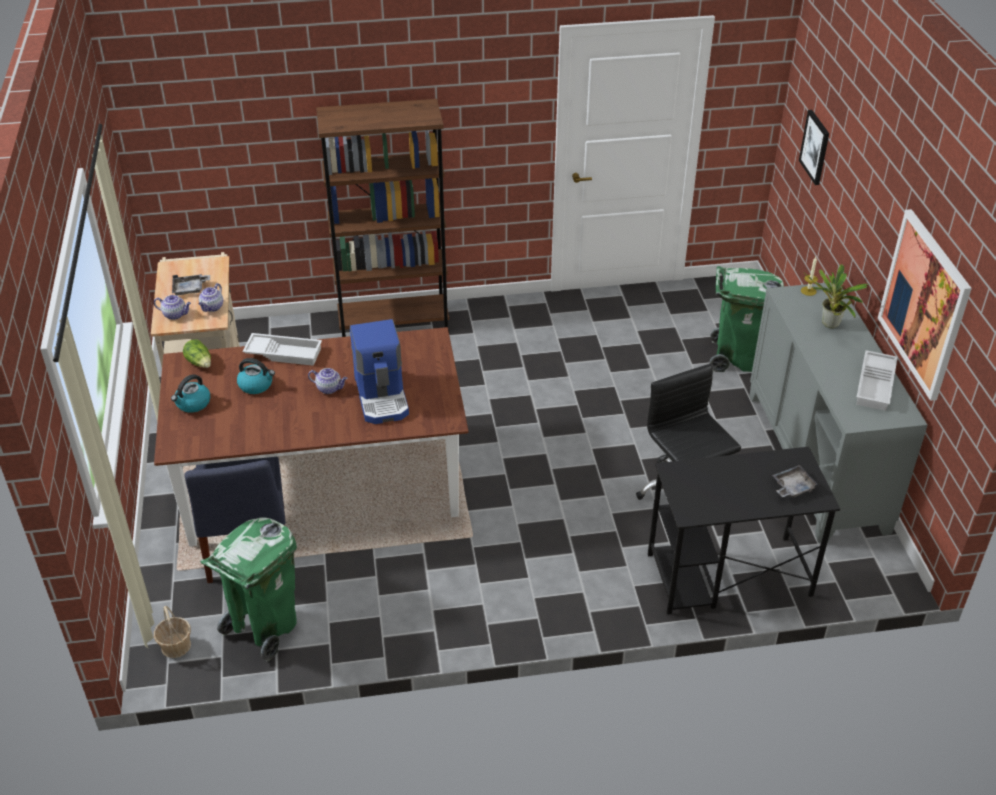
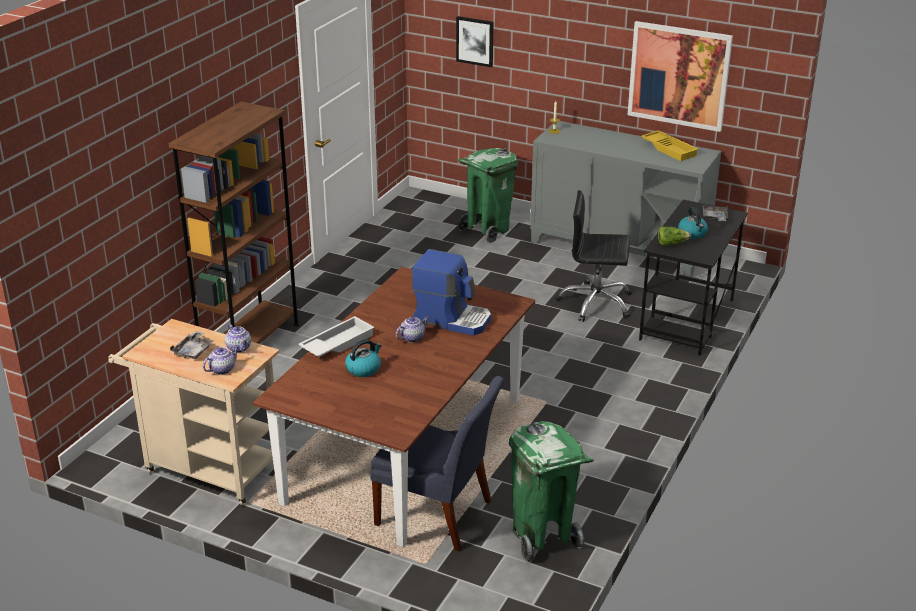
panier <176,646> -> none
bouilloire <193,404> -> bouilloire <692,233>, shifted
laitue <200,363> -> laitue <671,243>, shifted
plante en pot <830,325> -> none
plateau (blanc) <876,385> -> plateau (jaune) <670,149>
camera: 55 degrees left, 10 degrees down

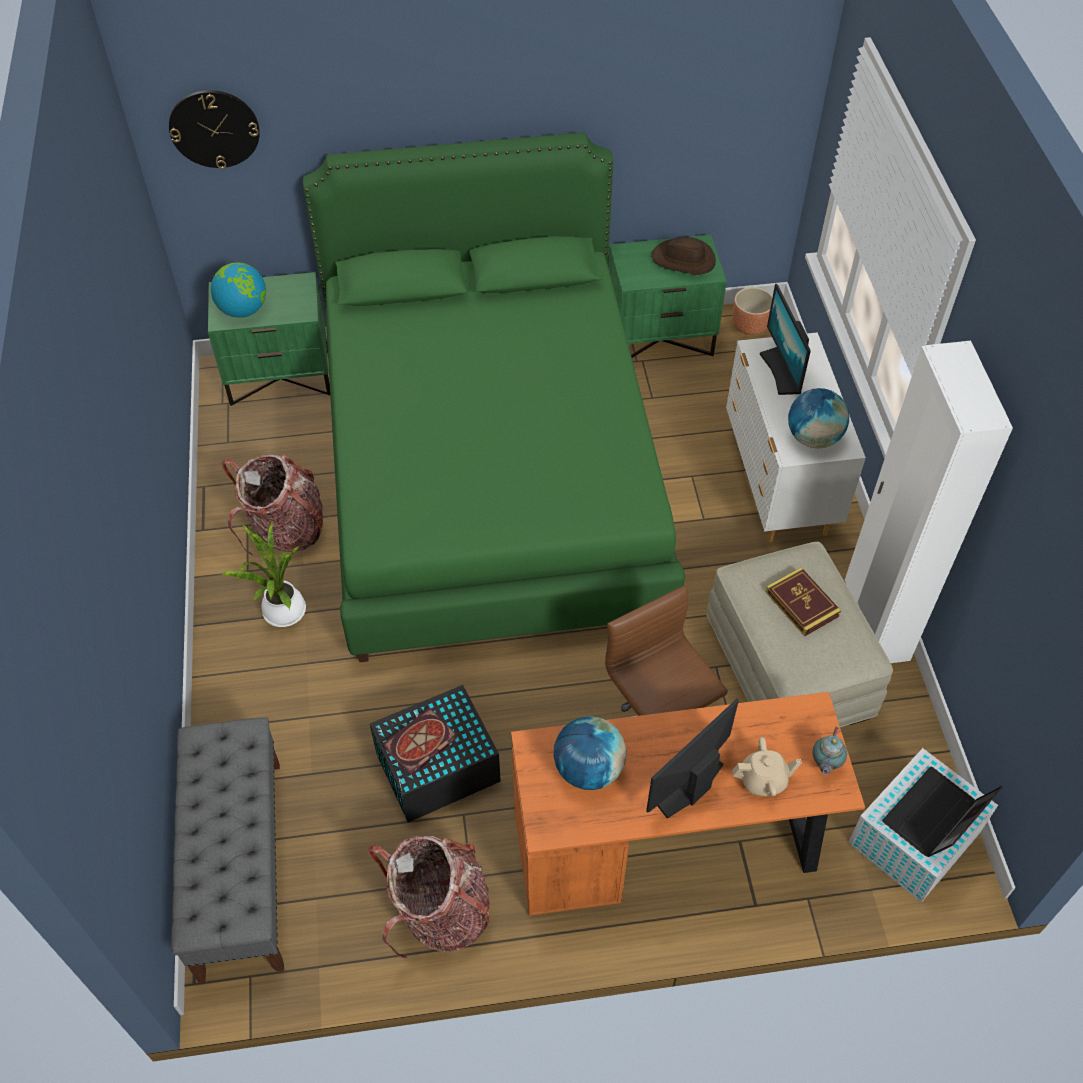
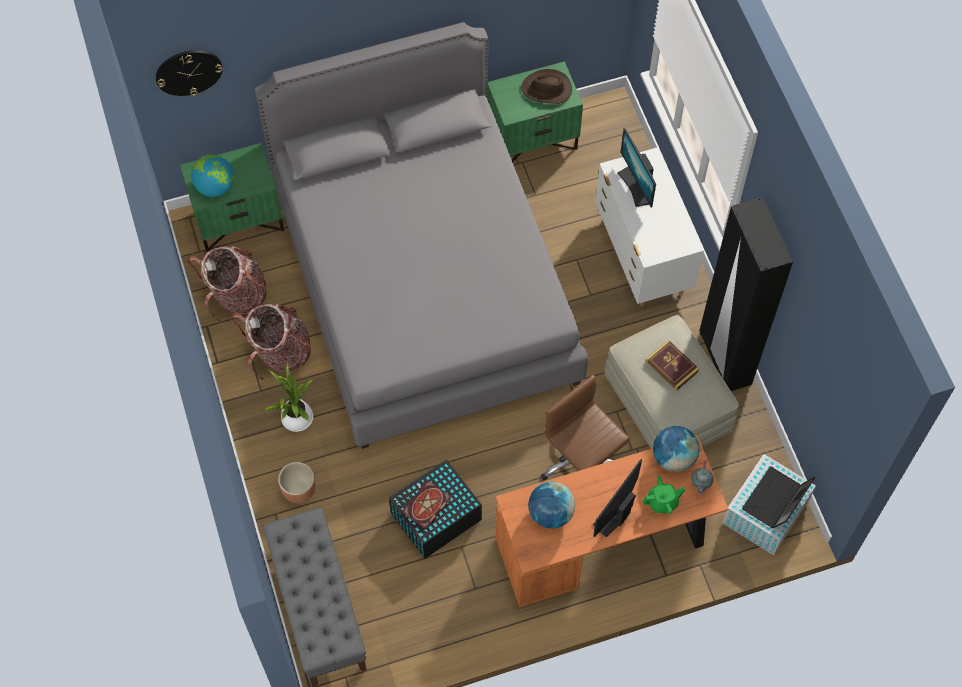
lit (vert) <490,476> -> lit (gris) <424,283>
sac à dos <440,912> -> sac à dos <236,295>, shifted
cache-pot (marron) <750,326> -> cache-pot (marron) <299,489>, shifted
théière (beige) <763,780> -> théière (vert) <662,502>
globe <813,438> -> globe <673,457>, shifted
armoire (blanc) <875,622> -> armoire (noir) <724,359>
camera: 10 degrees left, 10 degrees up

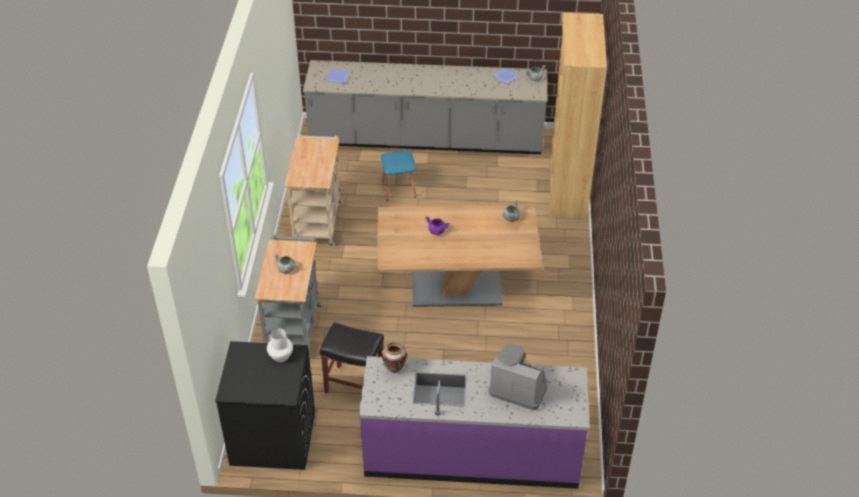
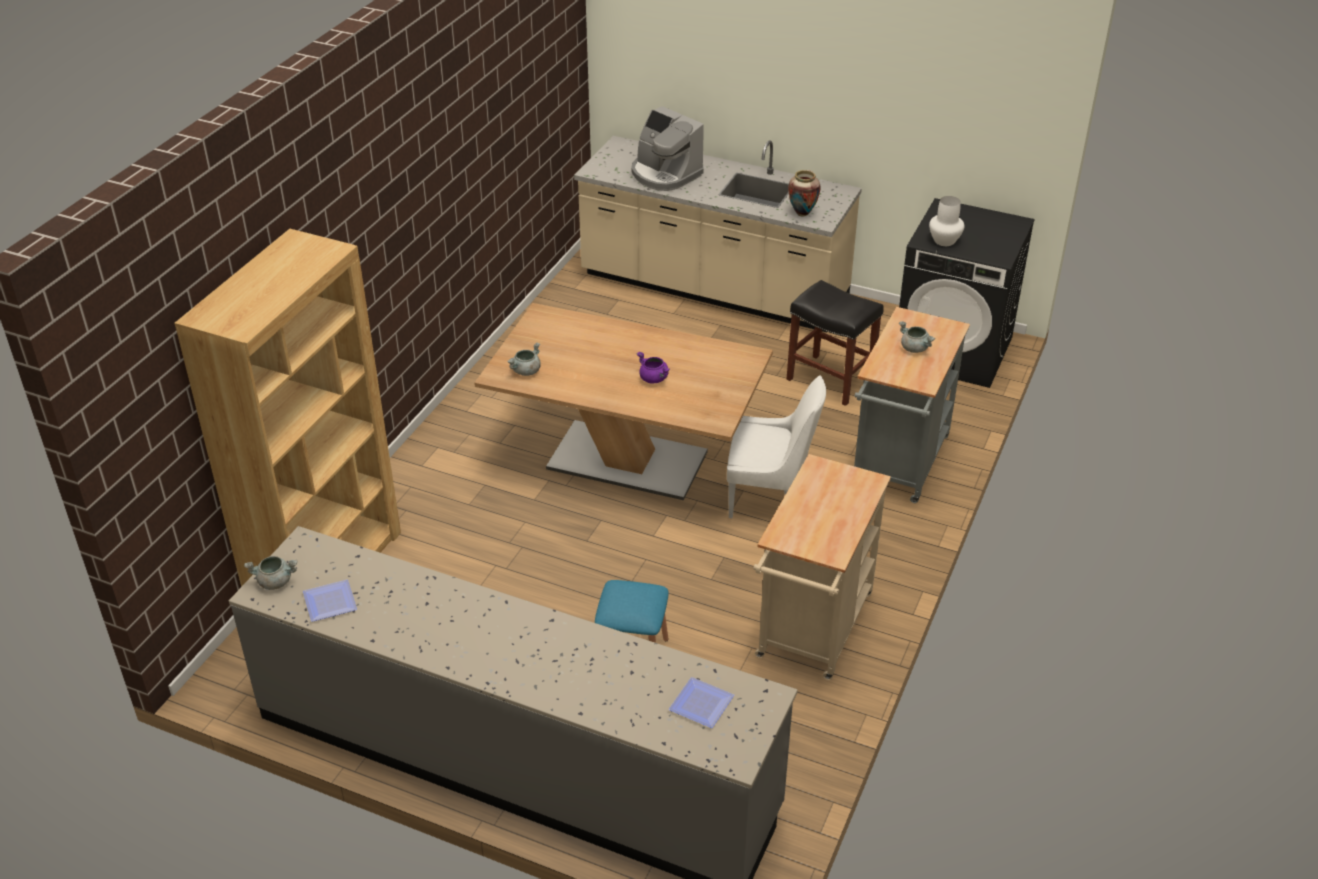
comptoir de cuisine (violet) <472,453> -> comptoir de cuisine (beige) <713,288>
none -> chaise (blanc) <770,498>
camera: 160 degrees left, 5 degrees down

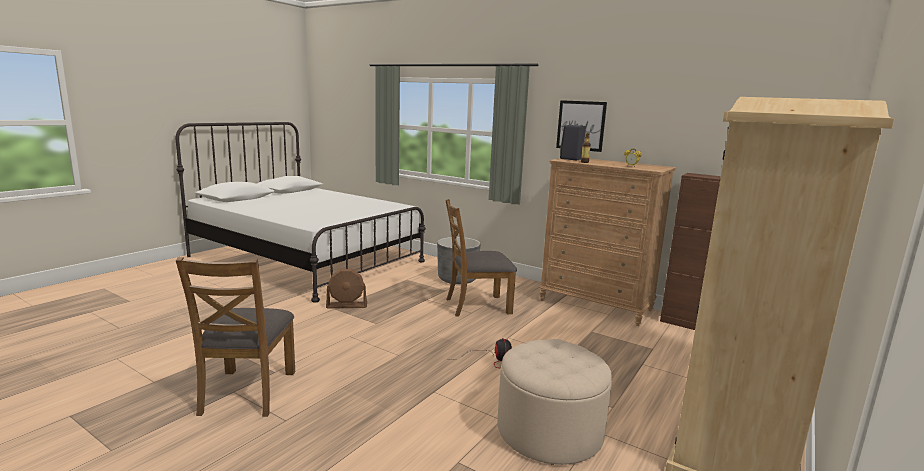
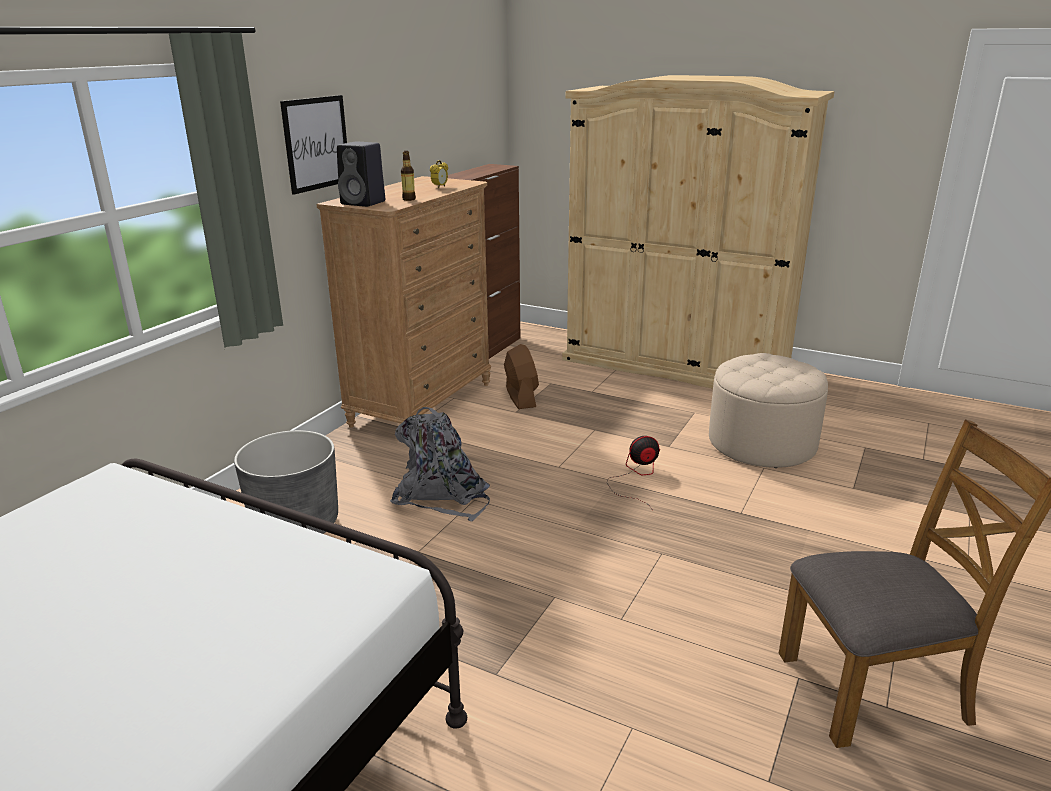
ventilateur (marron) <347,305> -> ventilateur (marron) <521,397>, shifted
chaise (marron) <477,306> -> sac à dos (gris) <442,496>
camera: 95 degrees left, 10 degrees up

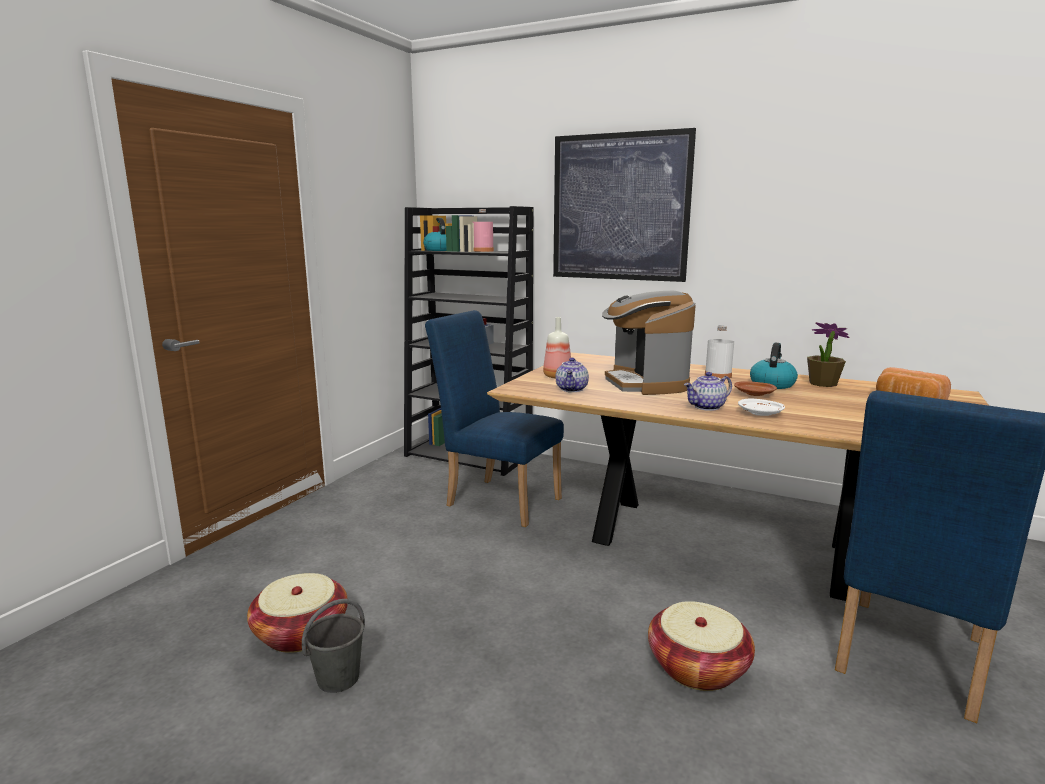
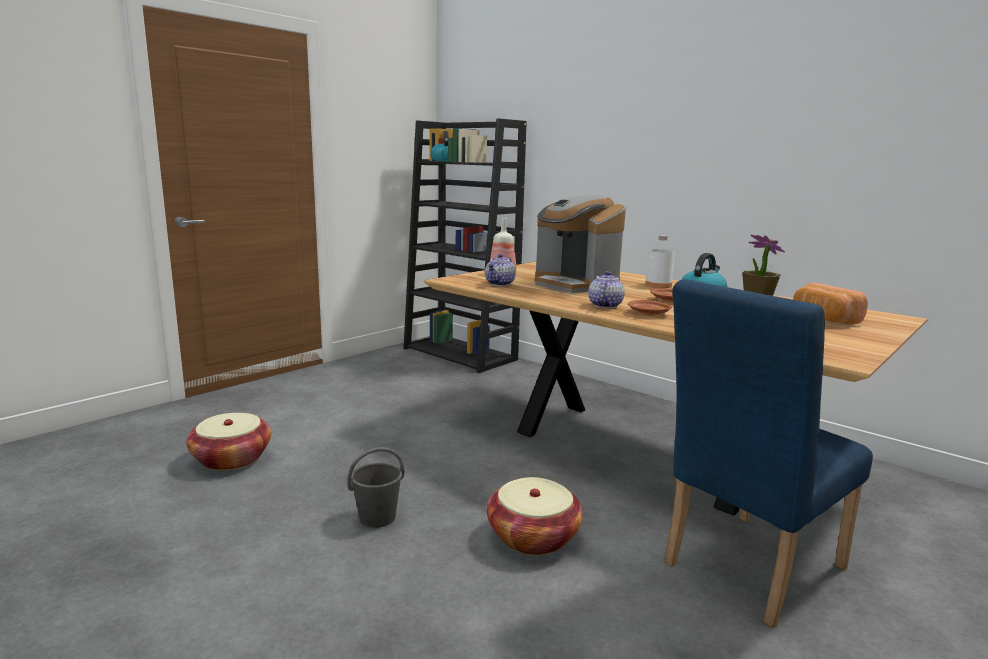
seau (gris) <339,678> -> seau (gris) <378,517>, shifted
chaise (bleu) <497,499> -> none
bouteille (rose) <483,251> -> none
tableau <620,207> -> none
machine à café <645,384> -> machine à café <575,285>, 45 degrees counterclockwise
théière <707,407> -> théière <604,305>, 120 degrees clockwise
assiette (blanc) <760,413> -> assiette (marron) <649,314>
camera: 15 degrees right, 0 degrees up

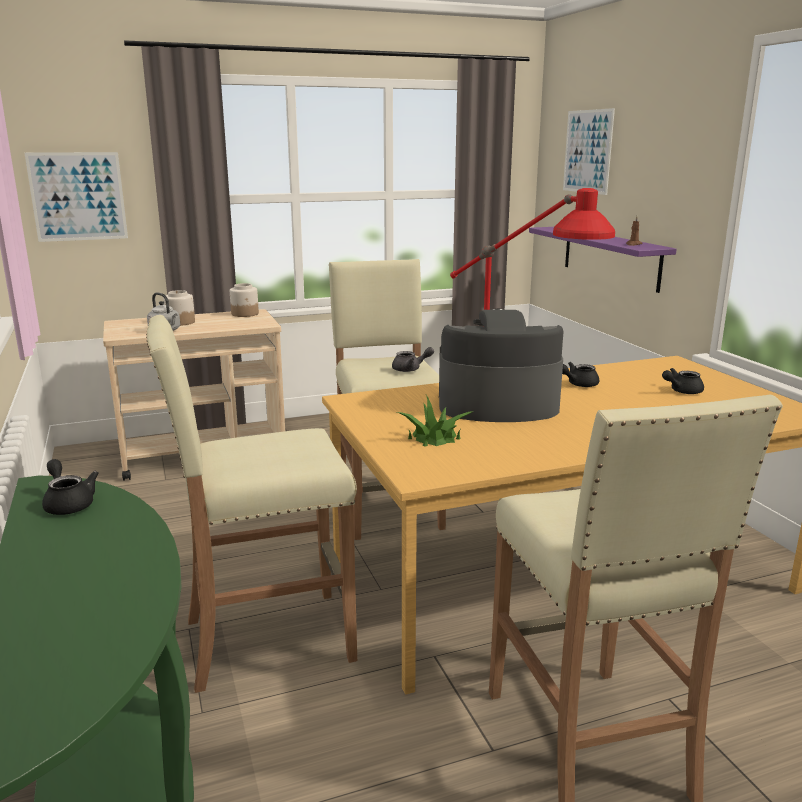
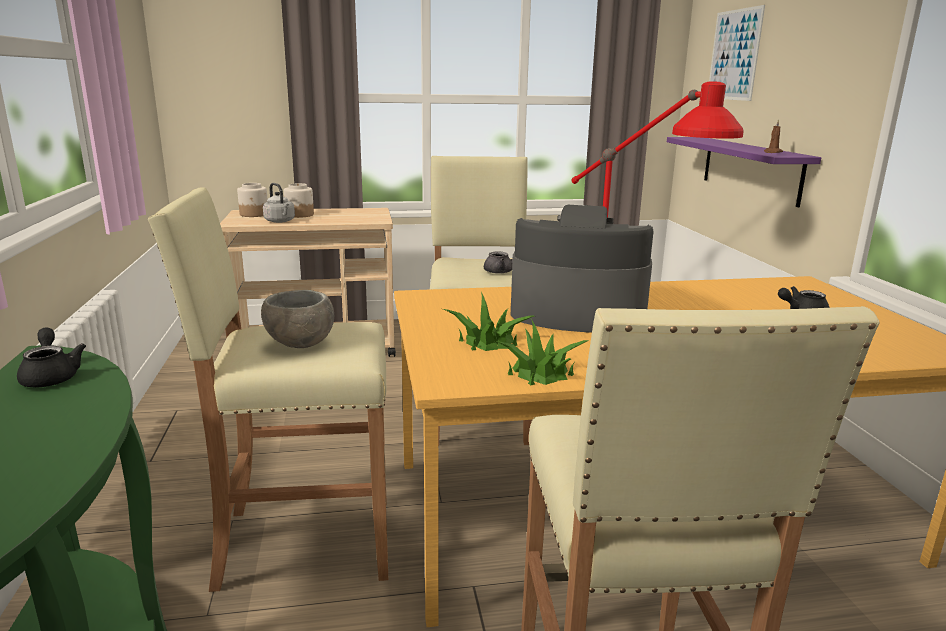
tableau <78,196> -> none
bocal <245,314> -> bocal <254,214>, shifted
théière (noir) <578,384> -> none
none -> bol (gris) <301,344>
none -> plante en pot <540,372>
camera: 10 degrees right, 0 degrees up

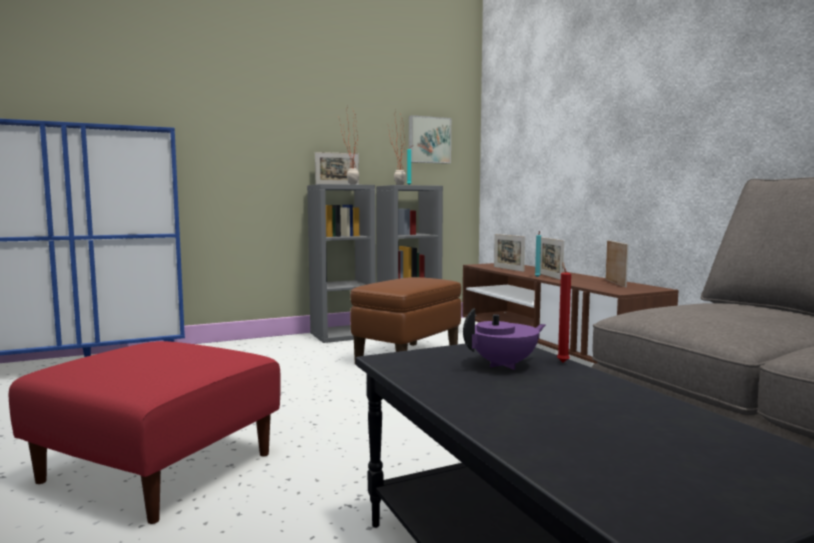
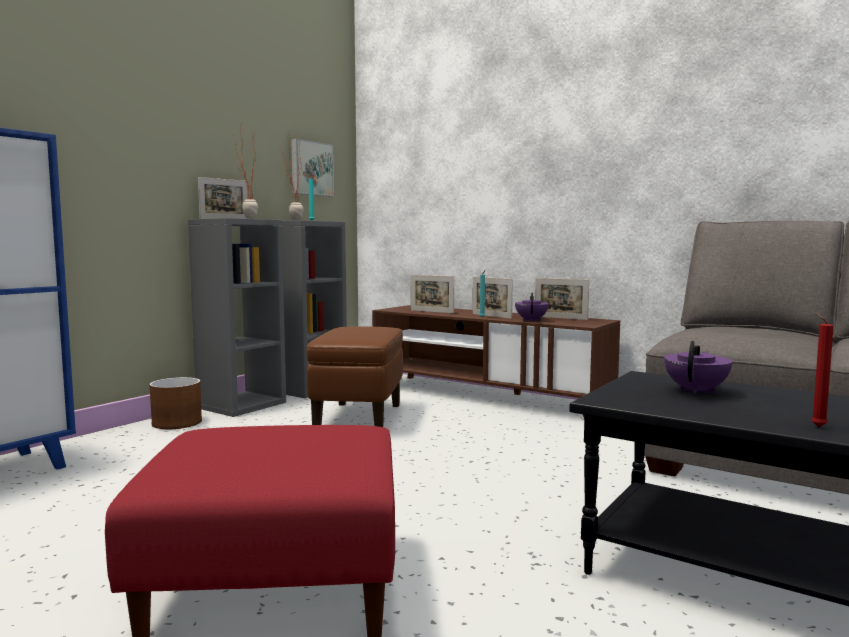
bougie (rouge) <562,362> -> bougie (rouge) <816,426>, shifted
cadre photo <615,283> -> cadre photo <560,318>, 150 degrees clockwise
none -> cache-pot (marron) <177,423>
none -> théière (violet) <531,320>
camera: 30 degrees left, 0 degrees up

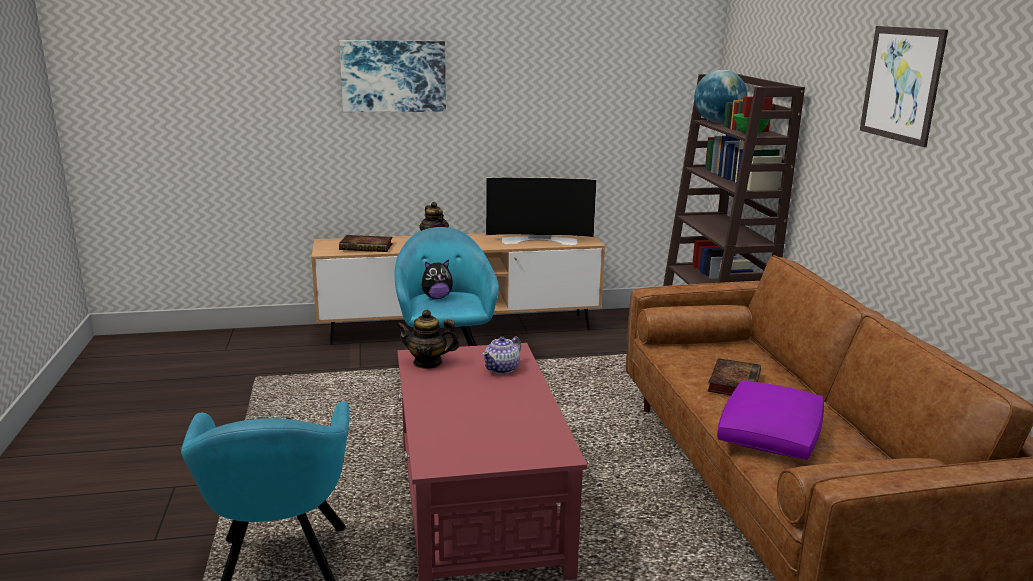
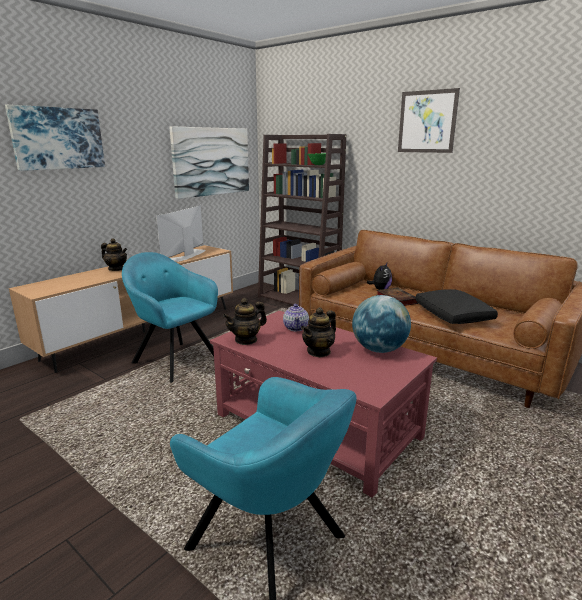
livre <367,247> -> none
peluche <437,297> -> peluche <380,289>, shifted
téléviseur <540,240> -> téléviseur <187,255>, 150 degrees clockwise
globe <718,122> -> globe <379,349>, shifted
coussin (violet) <769,435> -> coussin (noir) <453,316>
none -> tableau <211,161>
none -> théière <319,352>
camera: 40 degrees left, 0 degrees up

